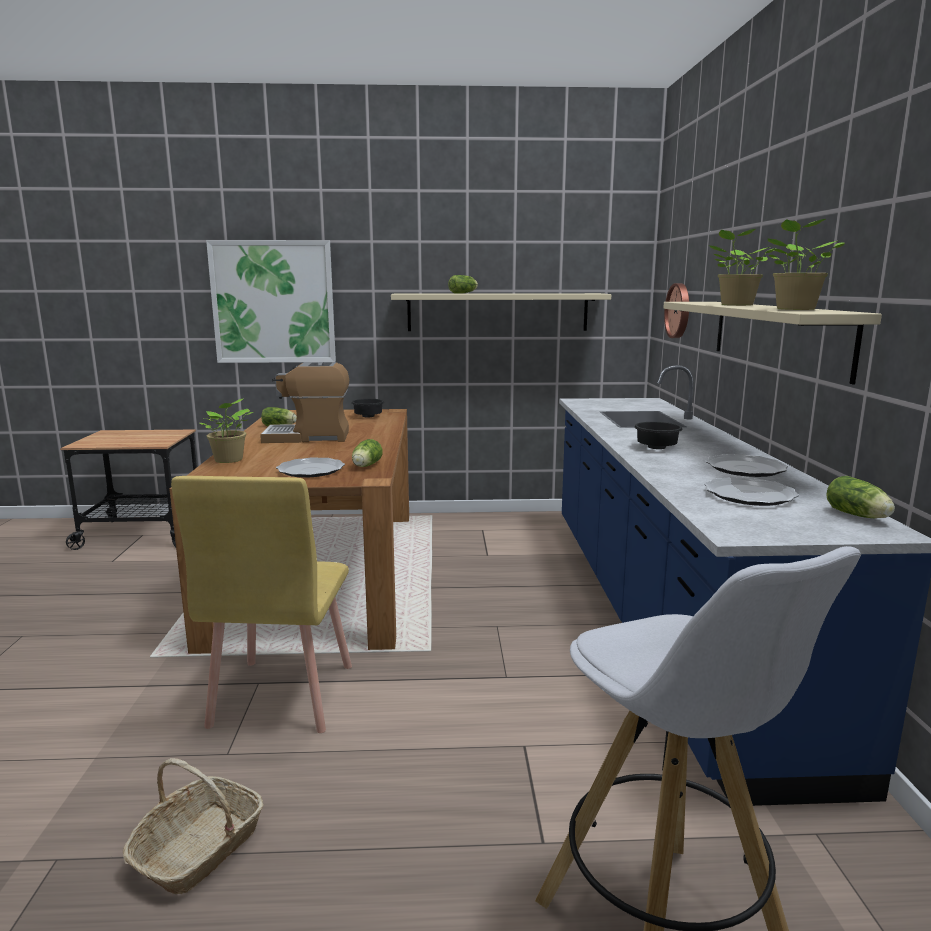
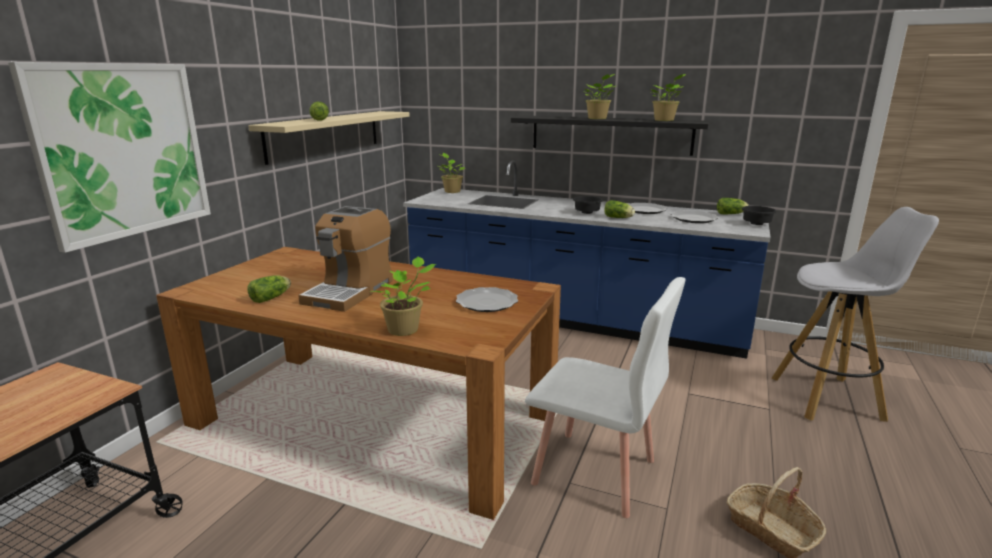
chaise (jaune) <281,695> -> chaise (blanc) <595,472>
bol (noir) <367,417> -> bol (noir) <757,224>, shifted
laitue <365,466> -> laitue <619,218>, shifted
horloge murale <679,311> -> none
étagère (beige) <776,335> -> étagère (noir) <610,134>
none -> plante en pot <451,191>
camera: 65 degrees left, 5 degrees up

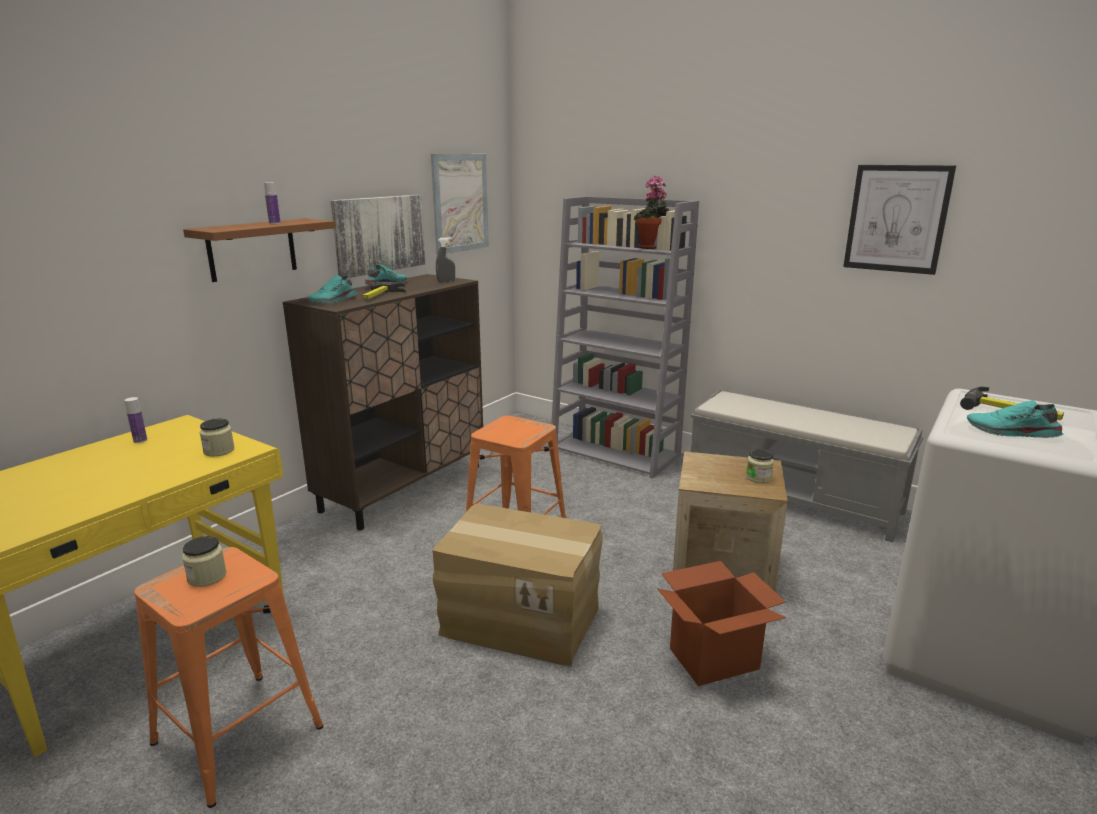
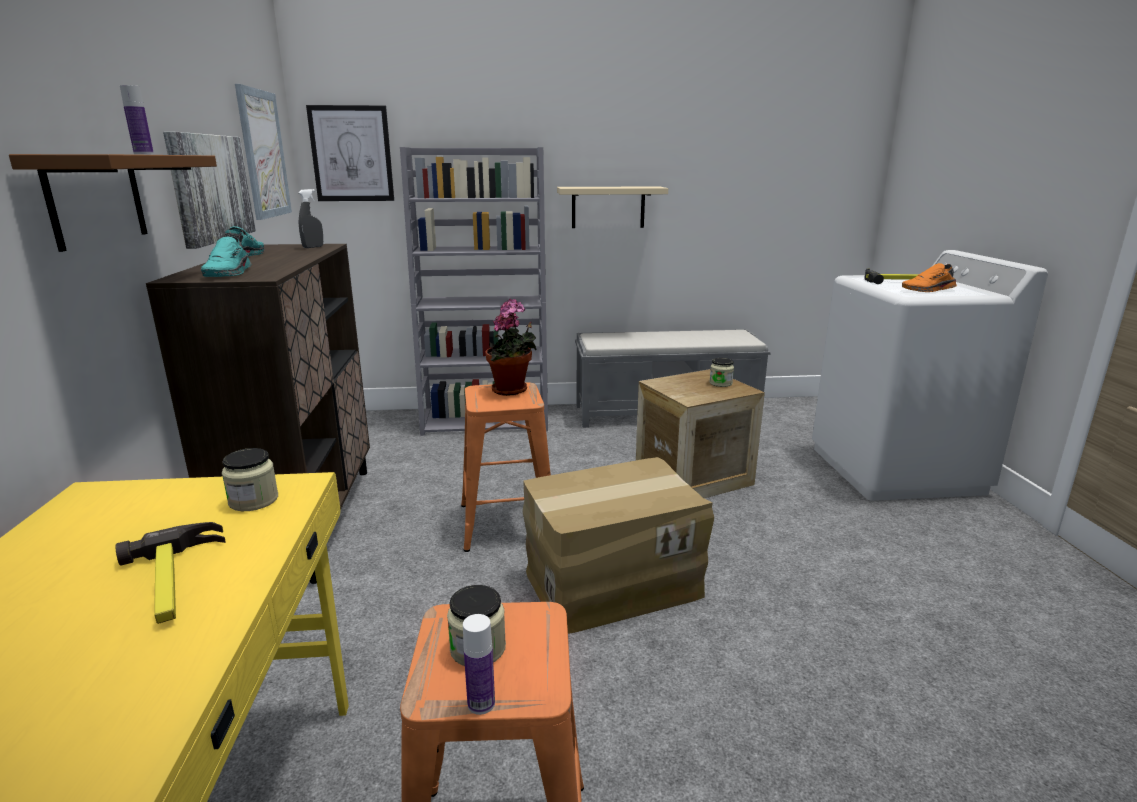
bouteille <140,440> -> bouteille <481,704>, shifted
marteau <380,296> -> marteau <175,581>, shifted
plante en pot <652,248> -> plante en pot <512,391>, shifted
carton <714,659> -> none
tableau <897,219> -> tableau <351,154>, shifted
chaussure (turquoise) <1011,433> -> chaussure (orange) <929,290>
none -> étagère (beige) <608,207>
camera: 40 degrees left, 0 degrees up

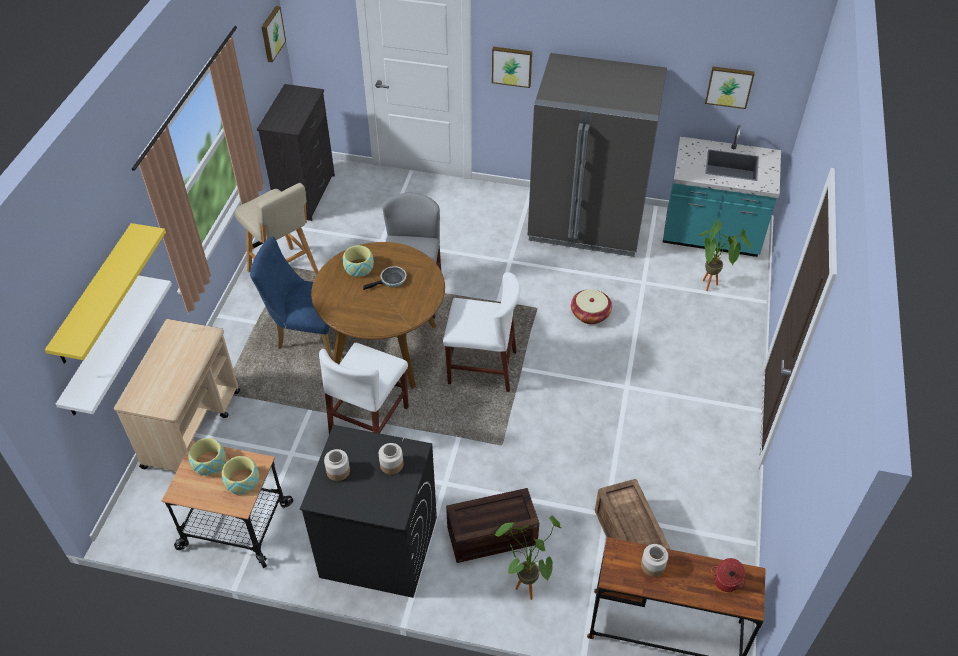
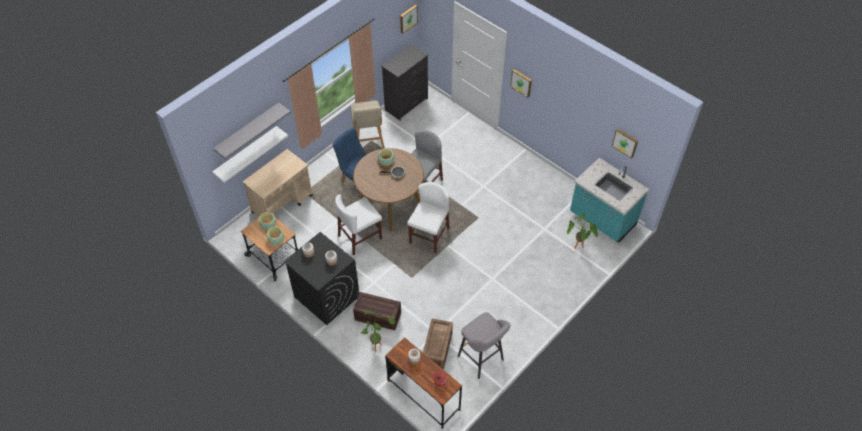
étagère (jaune) <95,295> -> étagère (gris) <248,130>
chaise (blanc) <482,368> -> chaise (blanc) <429,236>, 105 degrees counterclockwise
réfrigérateur (gris) <587,224> -> none
panier <590,314> -> none
none -> tabouret (gris) <482,360>
camera: 30 degrees right, 5 degrees up

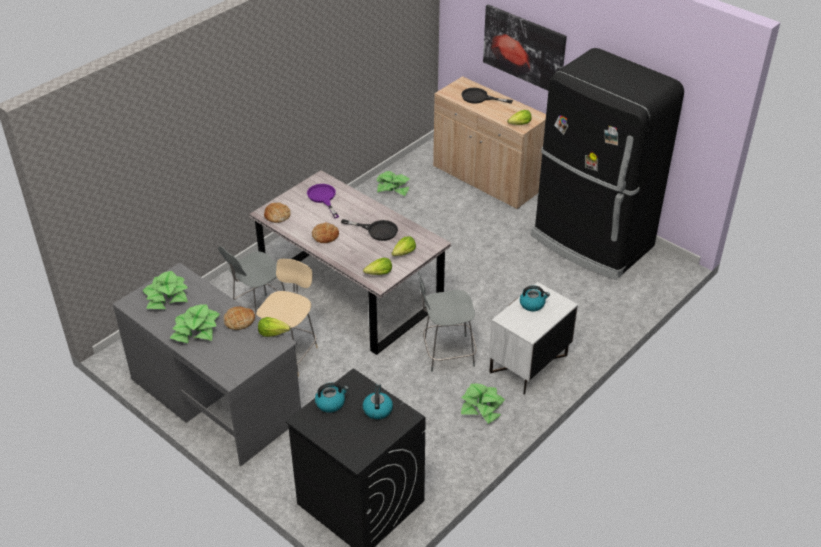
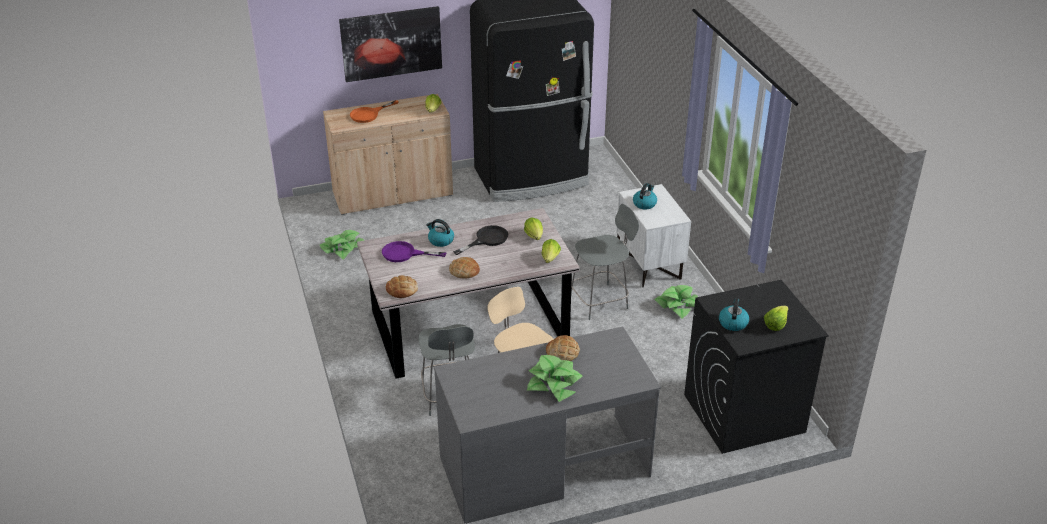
plante en pot <166,297> -> none
laitue <273,332> -> laitue <775,324>, shifted
bouilloire <377,409> -> bouilloire <440,240>, shifted
chaise (gris) <446,353> -> chaise (gris) <601,301>, 135 degrees counterclockwise
poêle (noir) <479,98> -> poêle (orange) <369,114>
camera: 60 degrees left, 5 degrees down

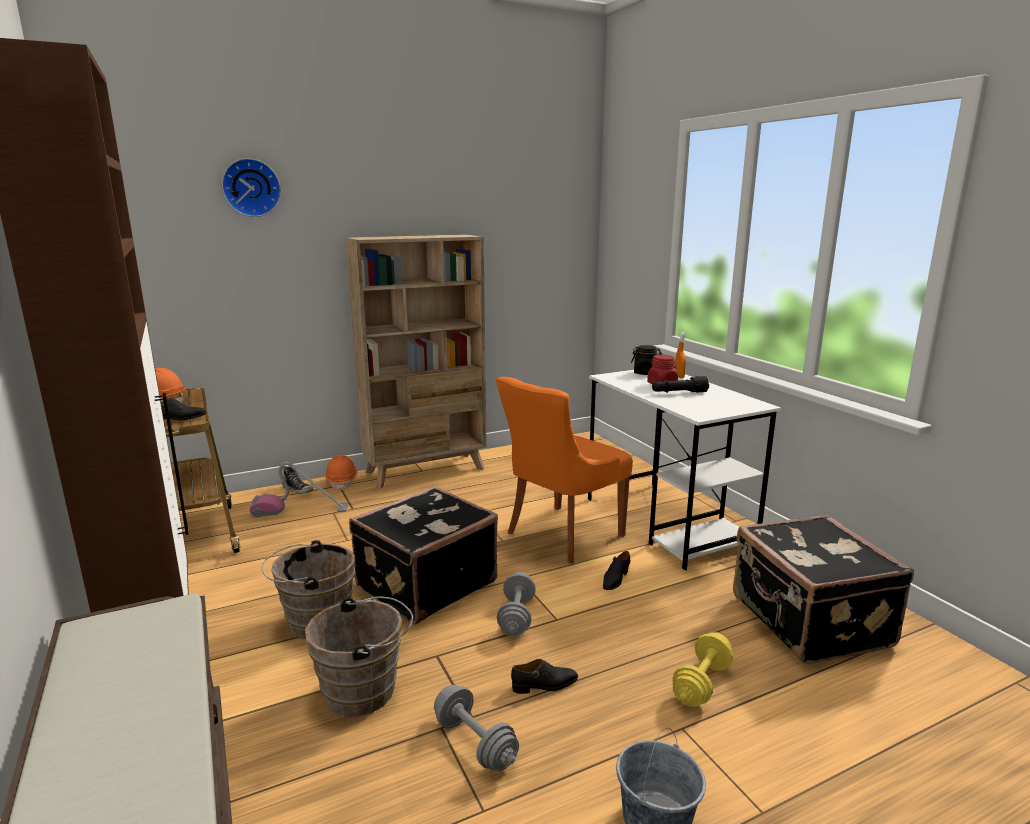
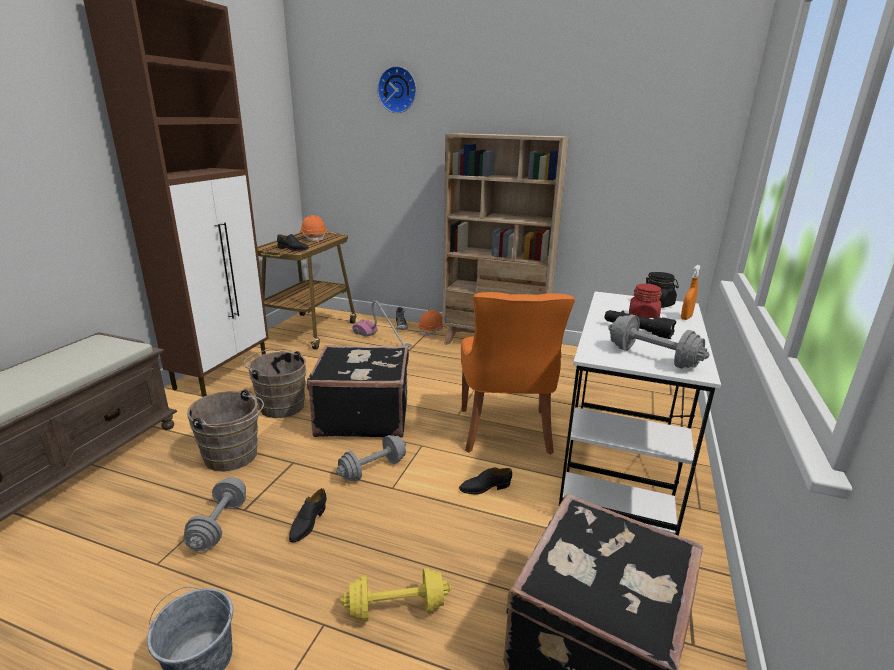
chaise (orange) <561,535> -> chaise (orange) <505,432>, 90 degrees counterclockwise
chaussure (noir) <545,685> -> chaussure (noir) <308,523>, 75 degrees clockwise
none -> haltère (gris) <652,357>
camera: 45 degrees right, 5 degrees up

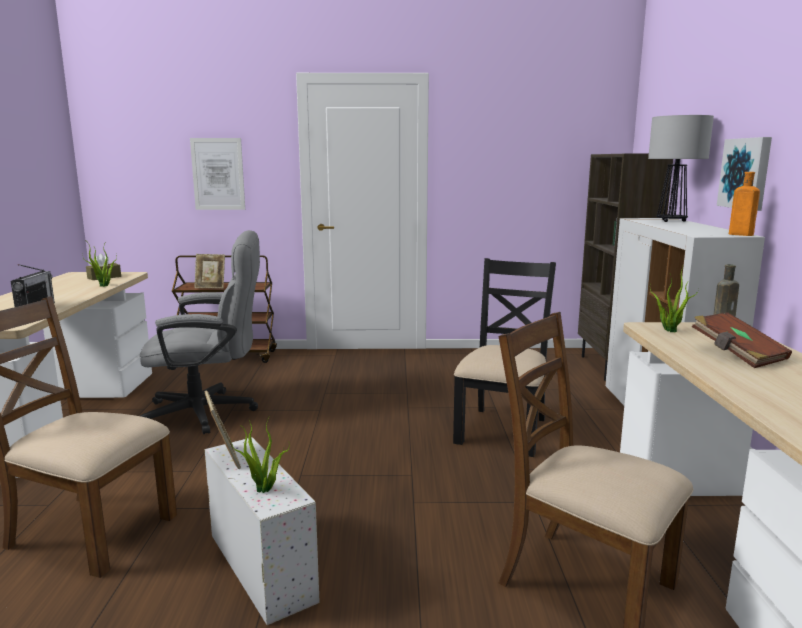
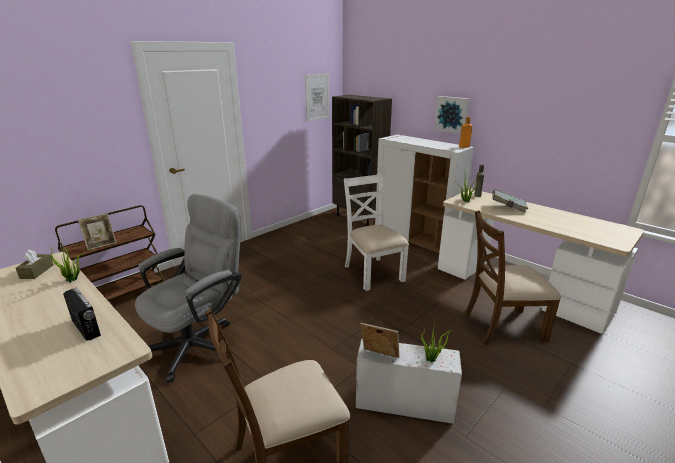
tableau <218,174> -> tableau <317,97>, shifted
chaise (noir) <503,430> -> chaise (blanc) <373,273>
lampe de table <670,221> -> none
livre (marron) <737,355> -> livre (gris) <508,207>
camera: 45 degrees left, 10 degrees up

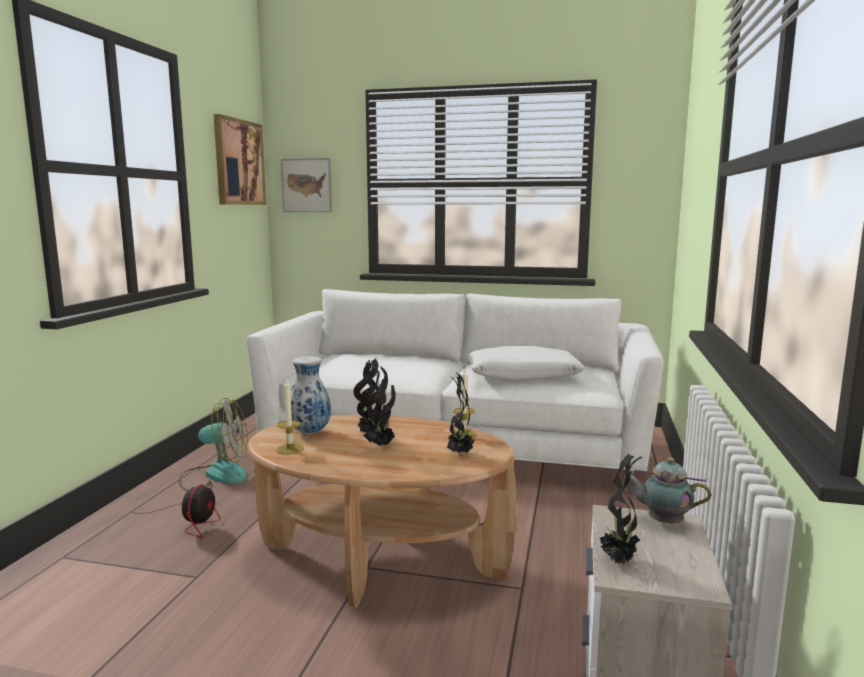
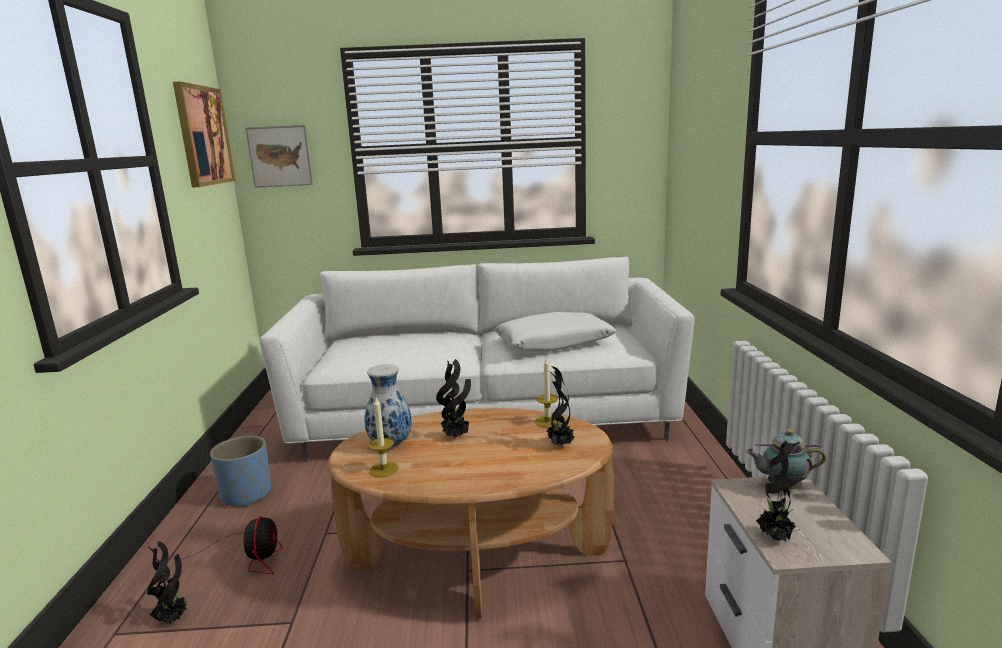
ventilateur <215,475> -> cache-pot (bleu) <246,495>
plante en pot <382,446> -> plante en pot <174,619>, shifted
camera: 15 degrees left, 5 degrees up

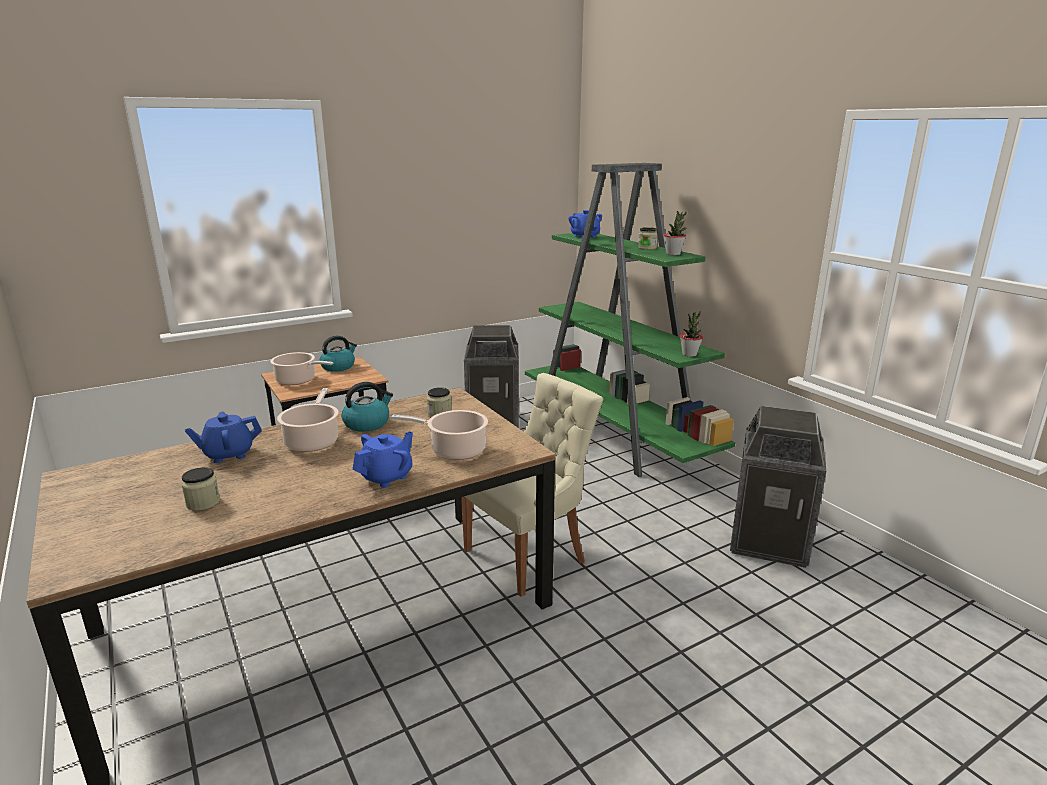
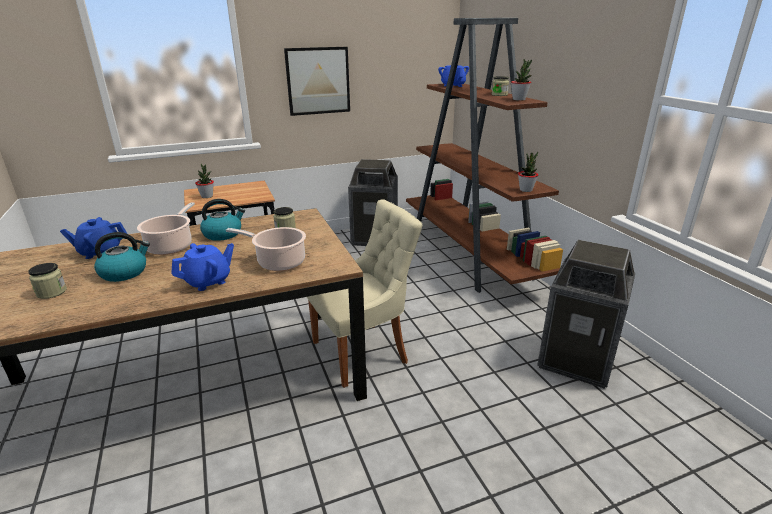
marmite <298,380> -> plante en pot <207,196>
bouilloire <338,367> -> bouilloire <124,272>, shifted
bibliothèque (vert) <615,435> -> bibliothèque (marron) <470,256>
none -> tableau <318,81>
camera: 10 degrees right, 5 degrees up

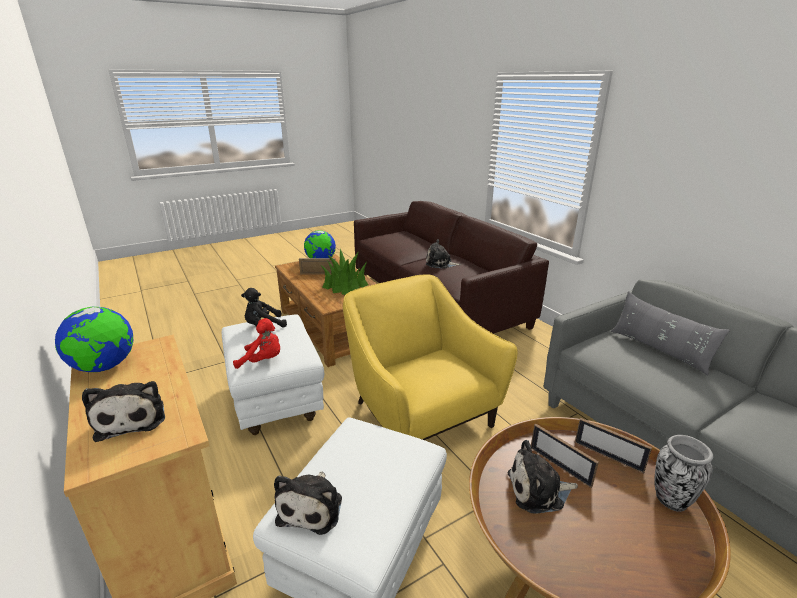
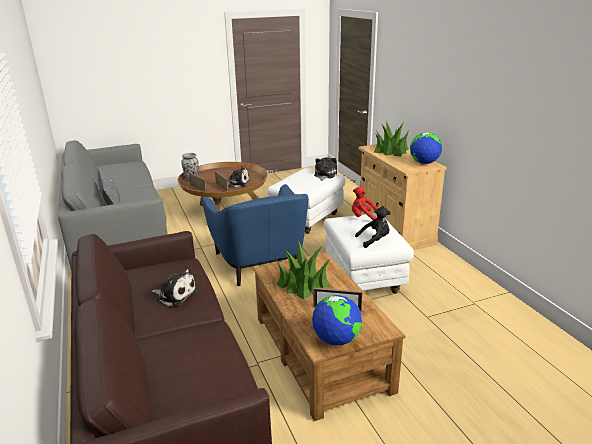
peluche <132,418> -> plante en pot <391,151>
fauteuil (jaune) <420,414> -> fauteuil (bleu) <259,263>
camera: 170 degrees left, 0 degrees up

